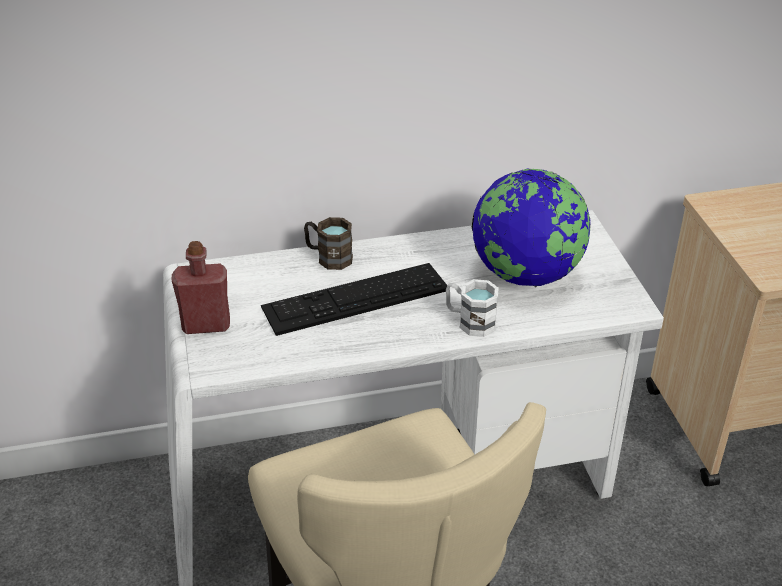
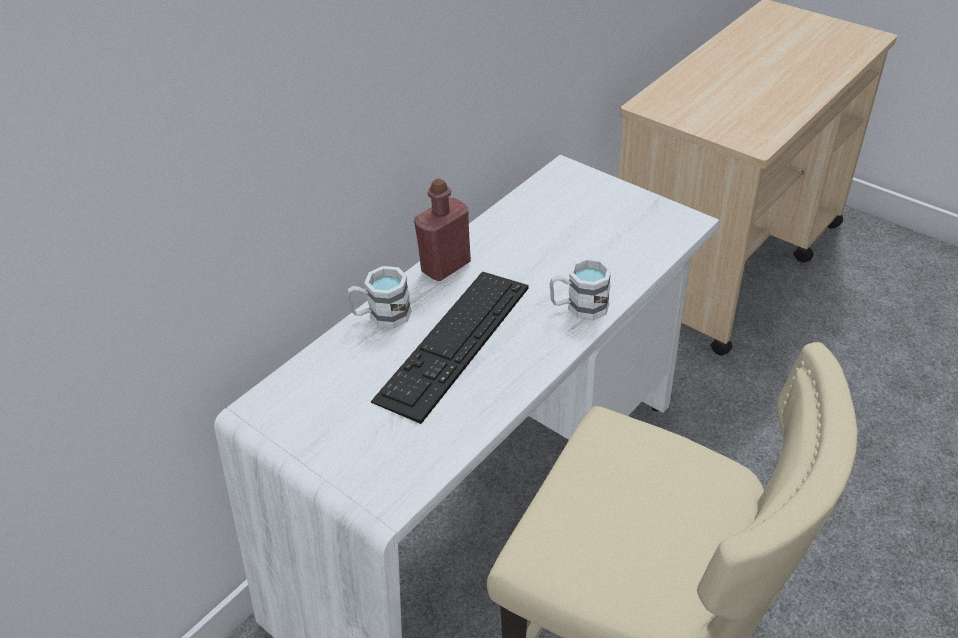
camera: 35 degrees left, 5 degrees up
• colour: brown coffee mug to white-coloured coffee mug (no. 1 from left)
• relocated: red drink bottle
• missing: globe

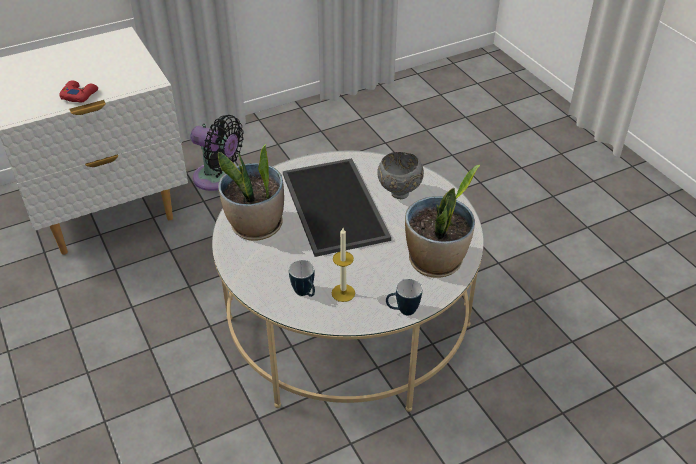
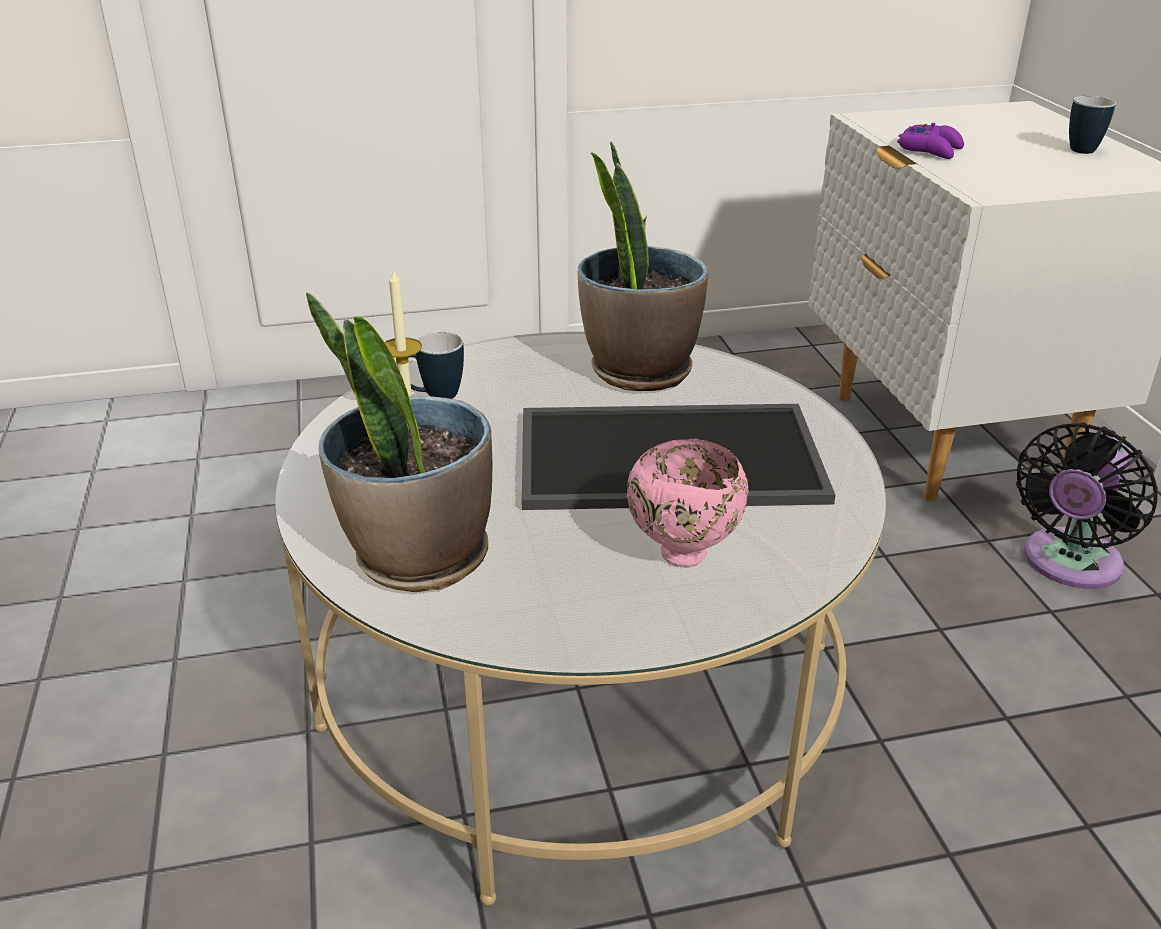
camera: 105 degrees right, 10 degrees down
• colour: gray bowl to pink-coloured bowl
• colour: red game controller to purplish game controller
• relocated: coffee mug (no. 2 from left)

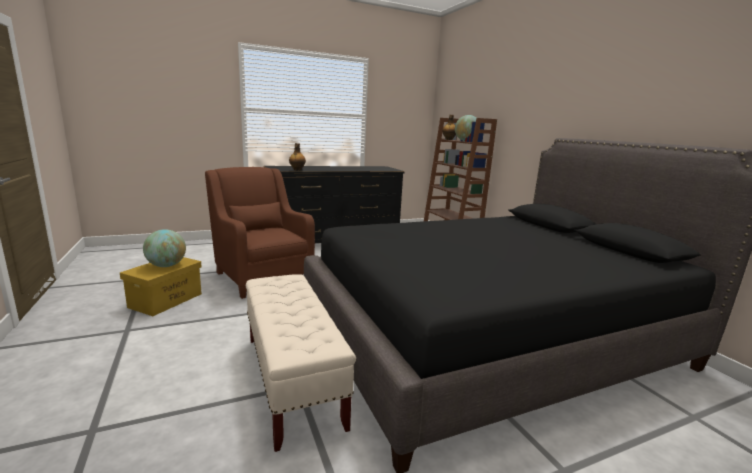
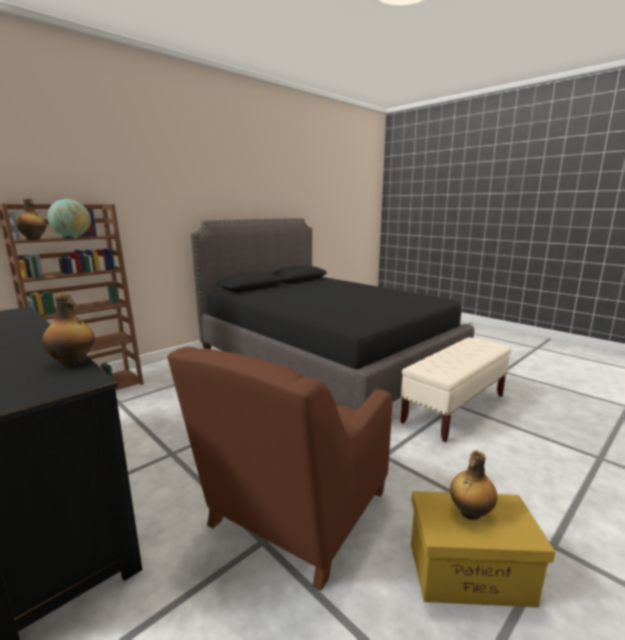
camera: 110 degrees left, 0 degrees up
• exchanged: globe (no. 1 from left) to drink bottle (no. 3 from left)

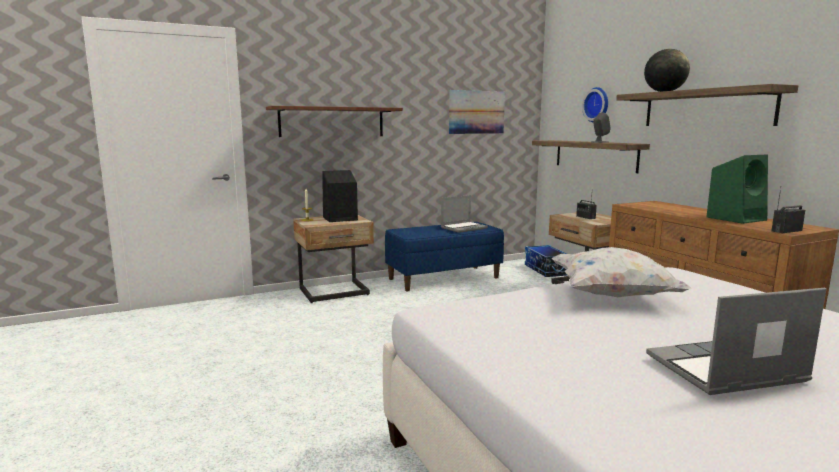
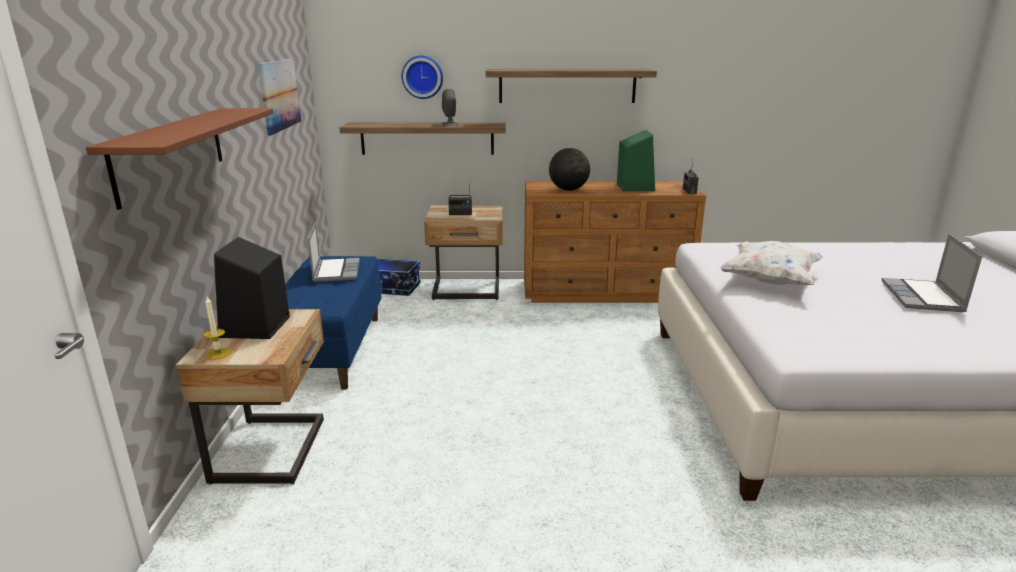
camera: 65 degrees left, 10 degrees up
• relocated: globe

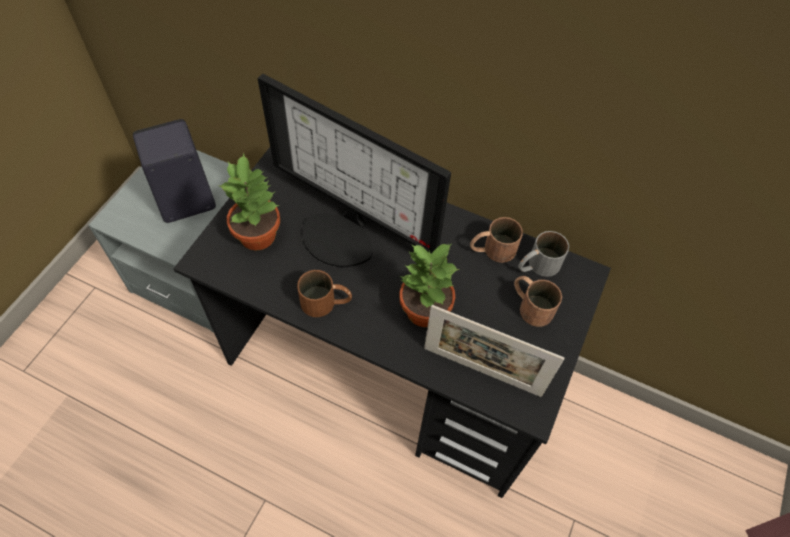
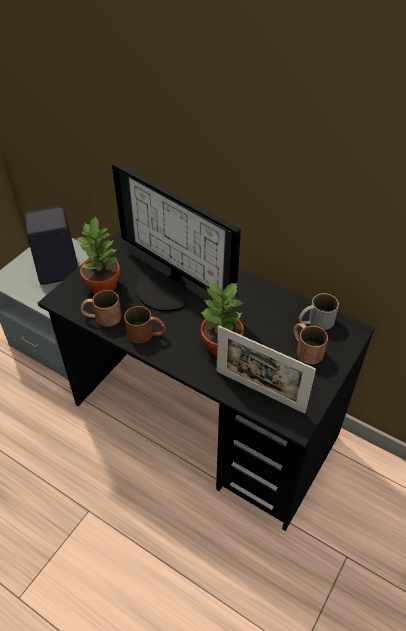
camera: 10 degrees right, 10 degrees down
• relocated: brown coffee mug (no. 2 from left in the first image) to brown coffee mug (no. 1 from left)

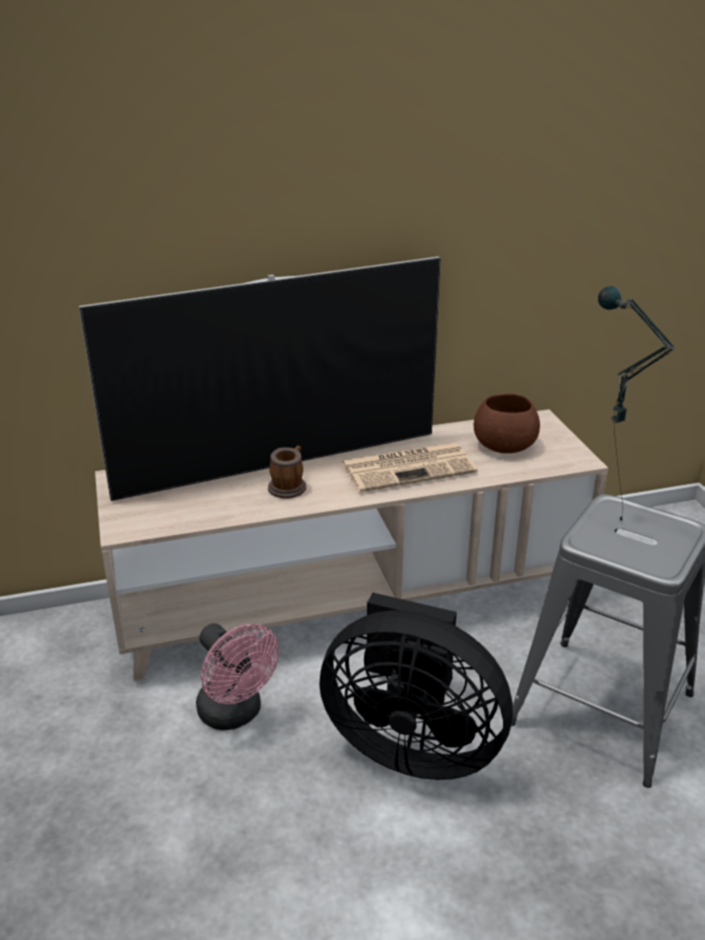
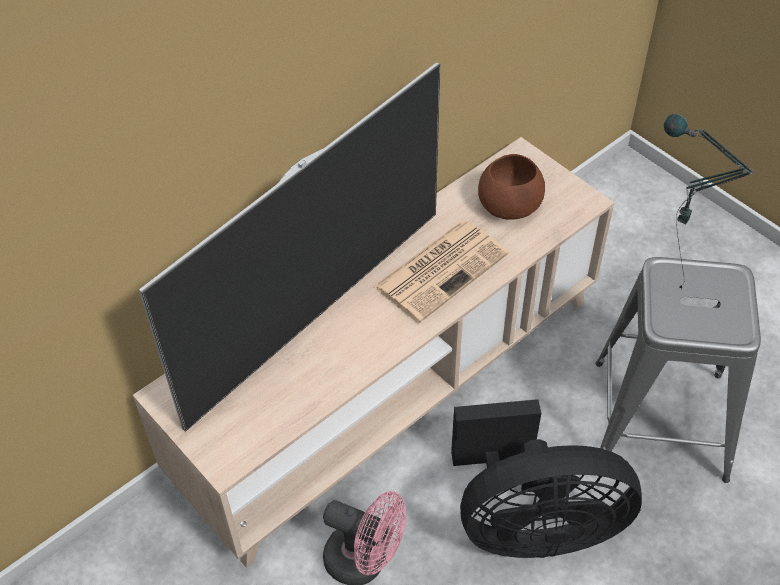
camera: 25 degrees left, 20 degrees up
• missing: coffee mug

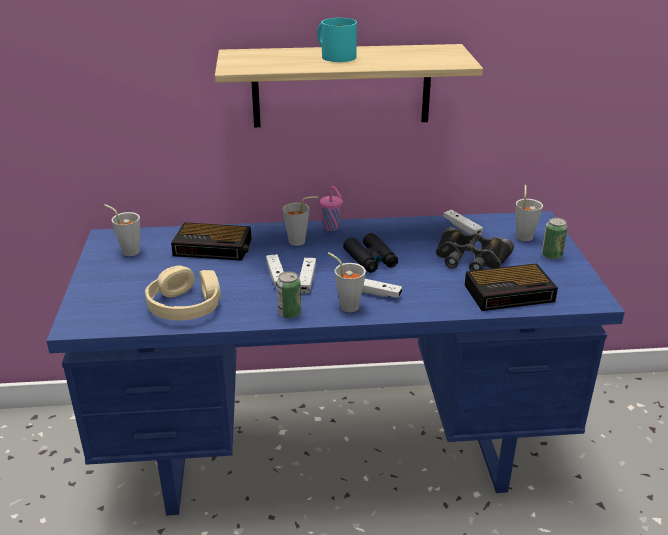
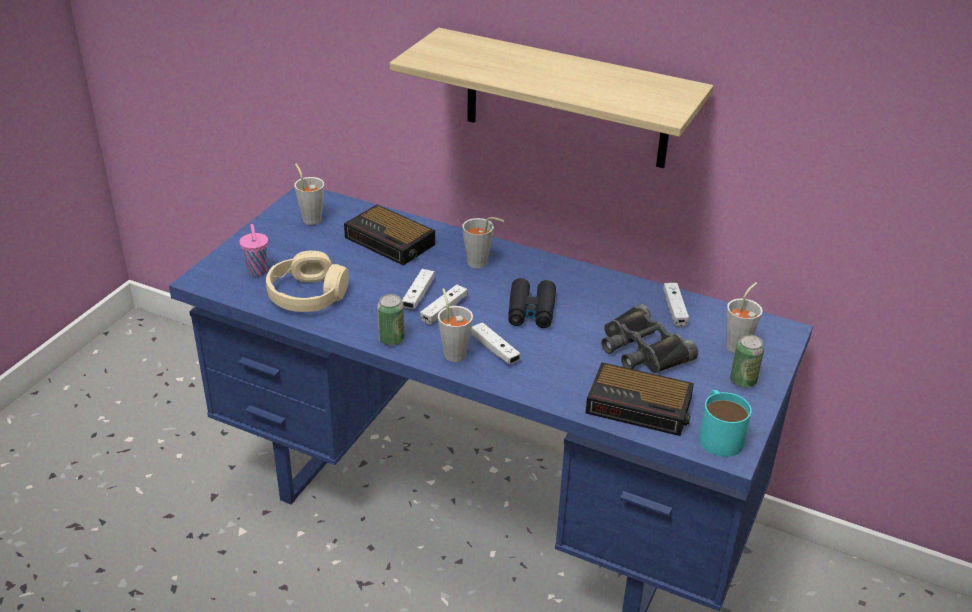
camera: 30 degrees right, 5 degrees up
• relocated: pink-coloured drinking cup
• relocated: turquoise coffee mug

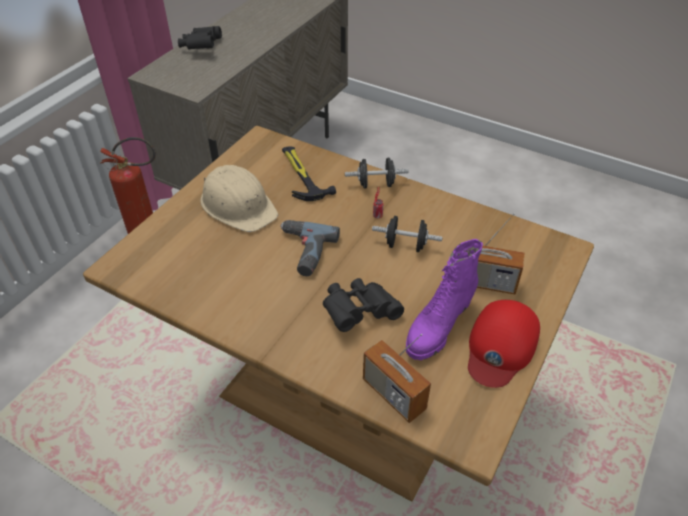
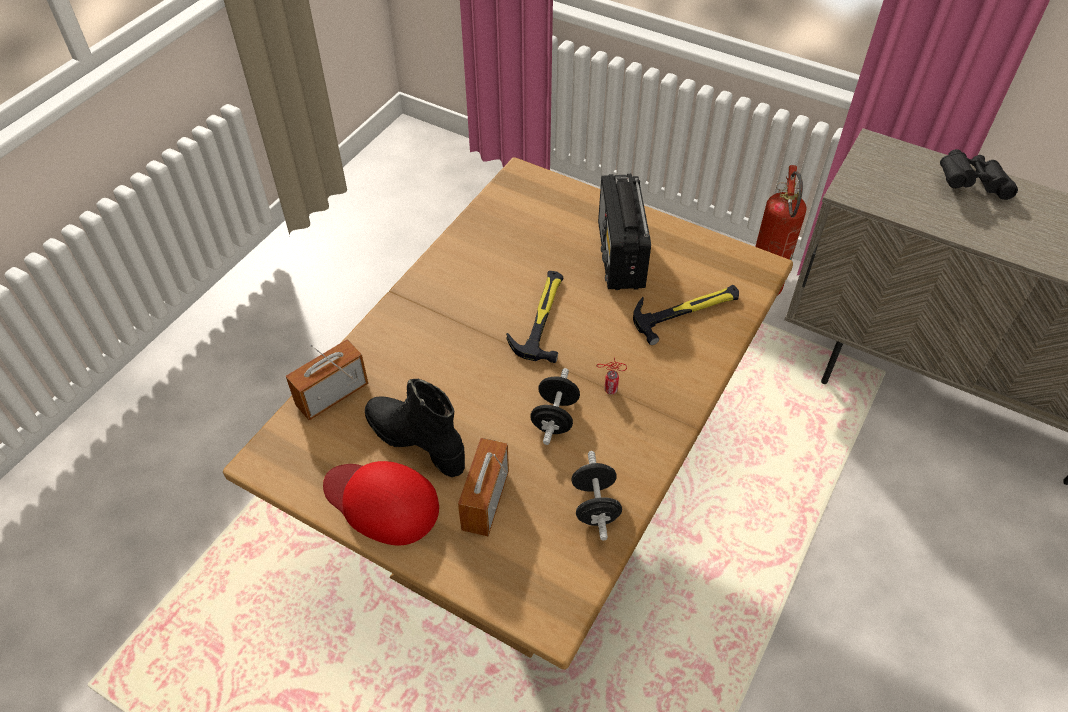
camera: 90 degrees right, 5 degrees up
• colour: purplish boot to black-coloured boot
• exchanged: electric drill to hammer (no. 1 from left)
• relocated: black-coloured dumbbell (no. 1 from left in the first image) to black-coloured dumbbell (no. 2 from left)
• exchanged: beige safety helmet to radio receiver (no. 3 from left)
• missing: black-coloured pair of binoculars (no. 2 from left)

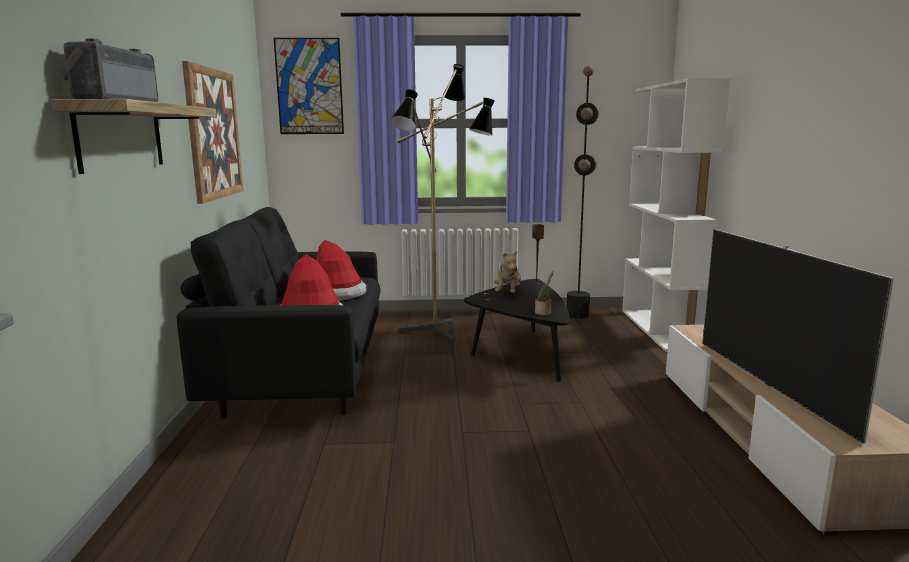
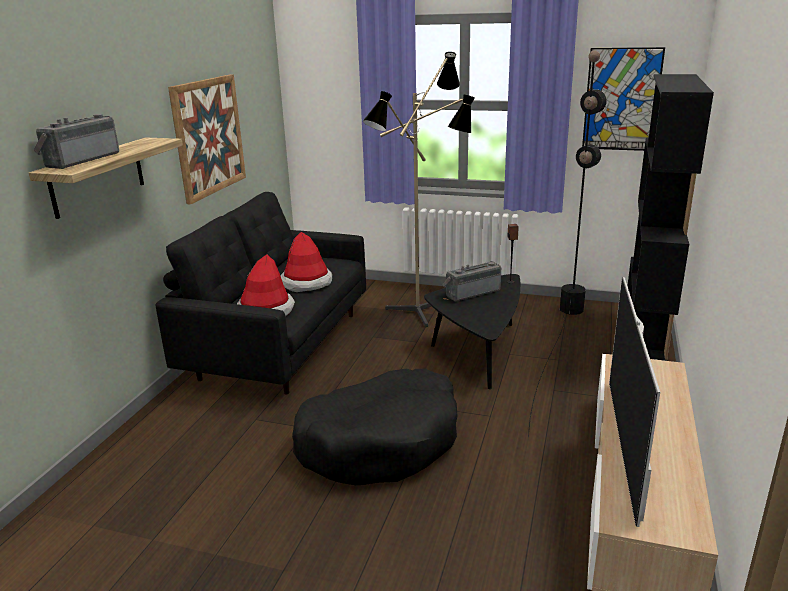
camera: 20 degrees right, 10 degrees up
• appeared: black-coloured dog cushion
• exchanged: soft toy to radio receiver (no. 2 from left)
• relocated: wall art (no. 2 from left)
• colour: white-coloured shelving unit to black-coloured shelving unit
• missing: houseplant

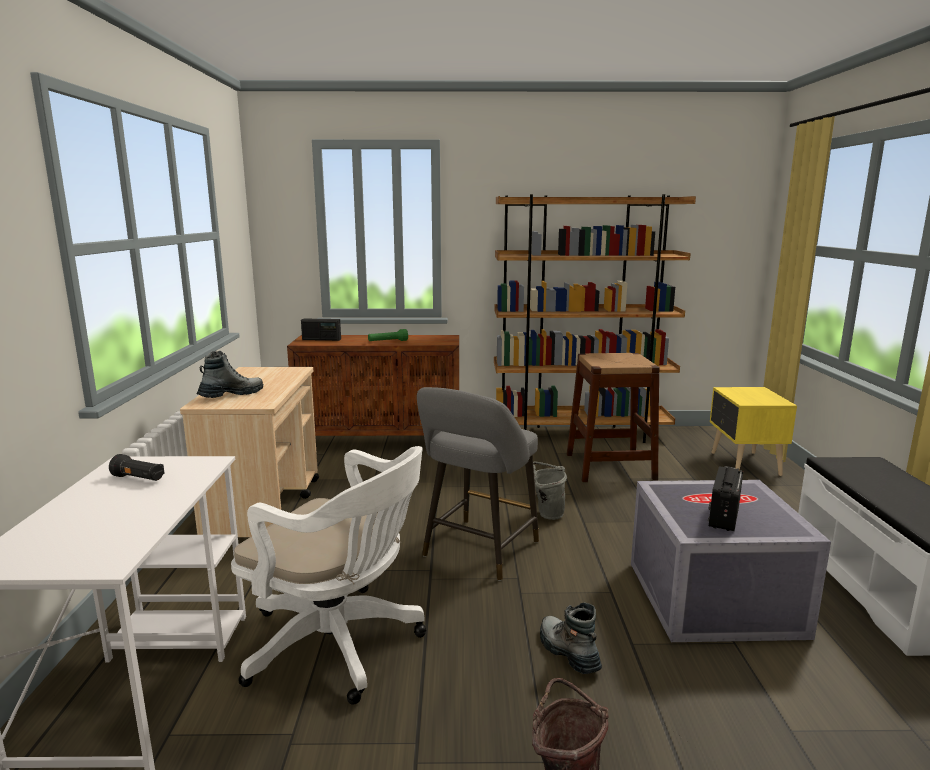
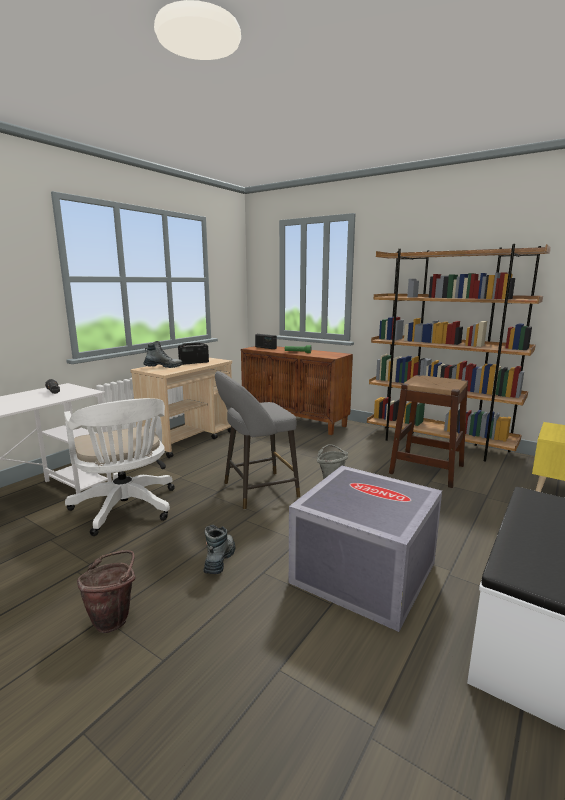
camera: 35 degrees right, 0 degrees up
• relocated: radio receiver (no. 2 from left in the first image) to radio receiver (no. 1 from left)

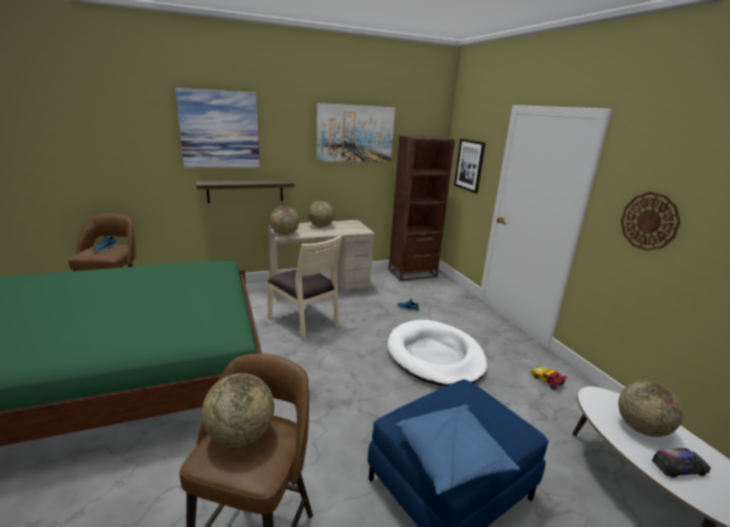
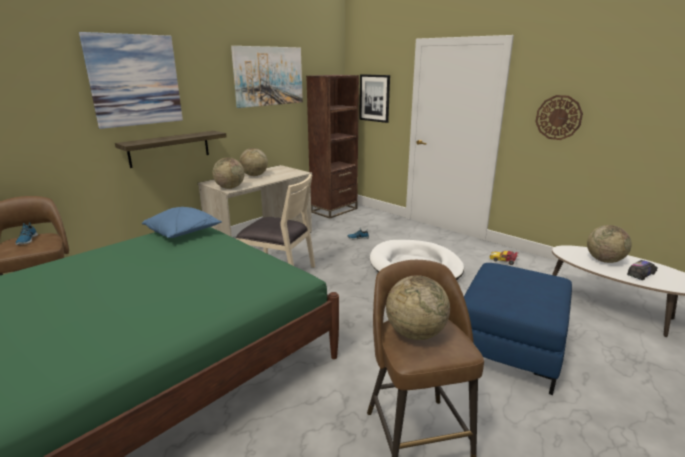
camera: 25 degrees left, 0 degrees up
• relocated: blue-coloured throw pillow

